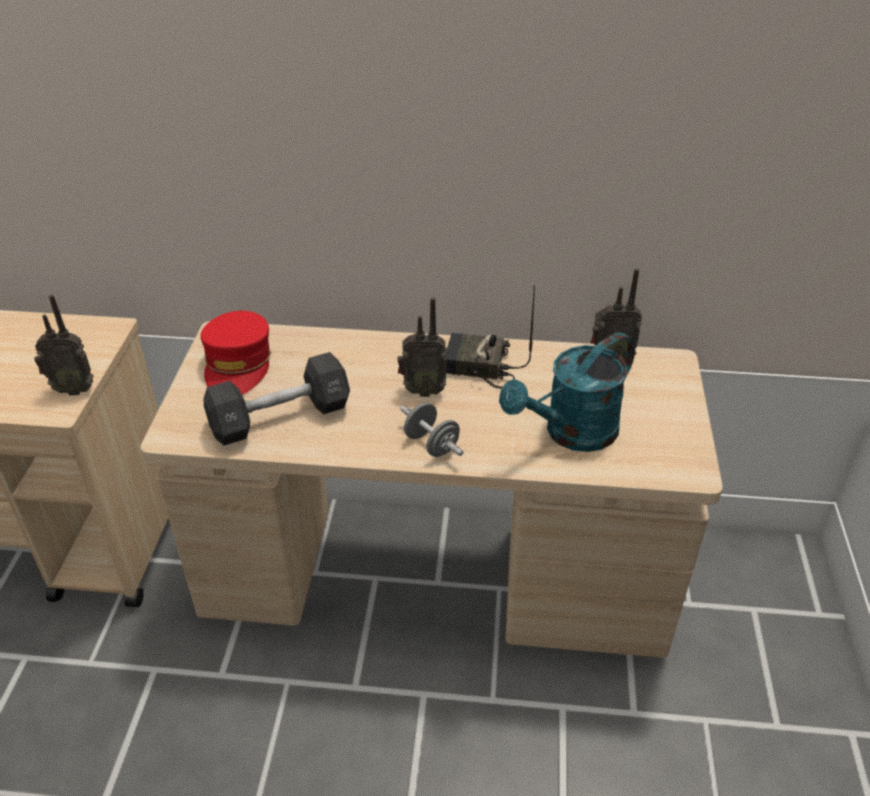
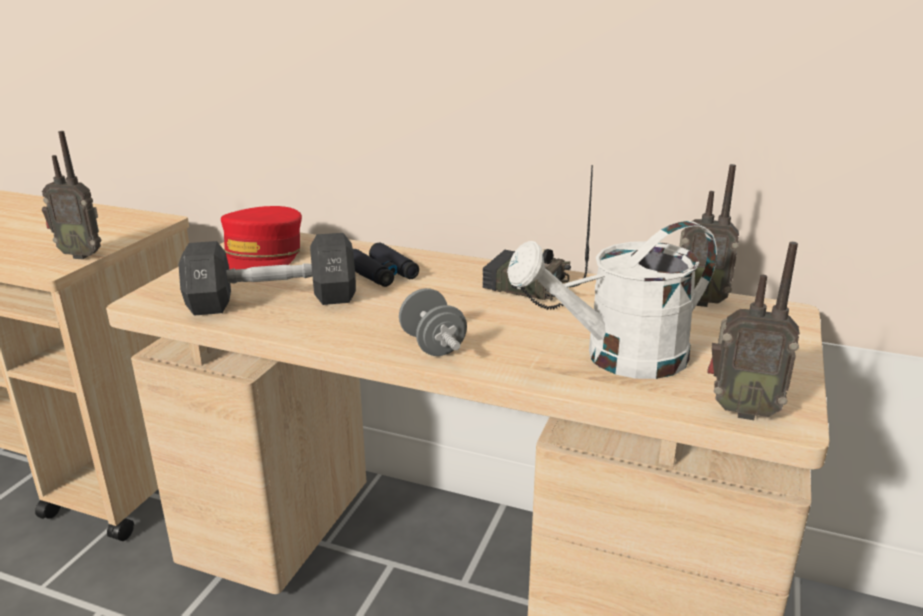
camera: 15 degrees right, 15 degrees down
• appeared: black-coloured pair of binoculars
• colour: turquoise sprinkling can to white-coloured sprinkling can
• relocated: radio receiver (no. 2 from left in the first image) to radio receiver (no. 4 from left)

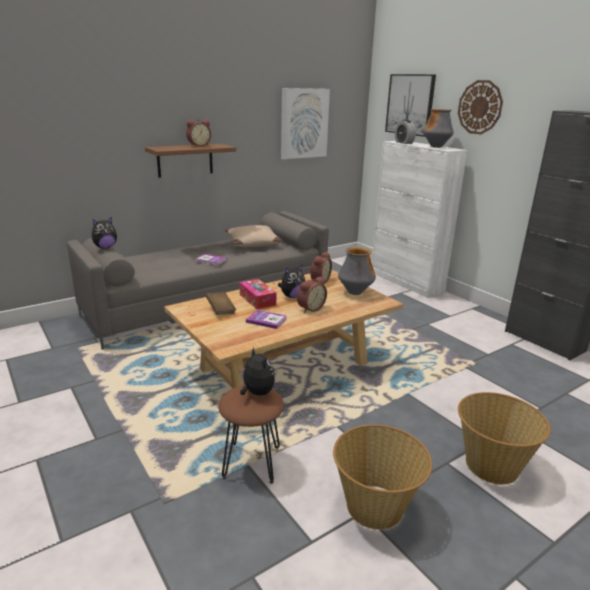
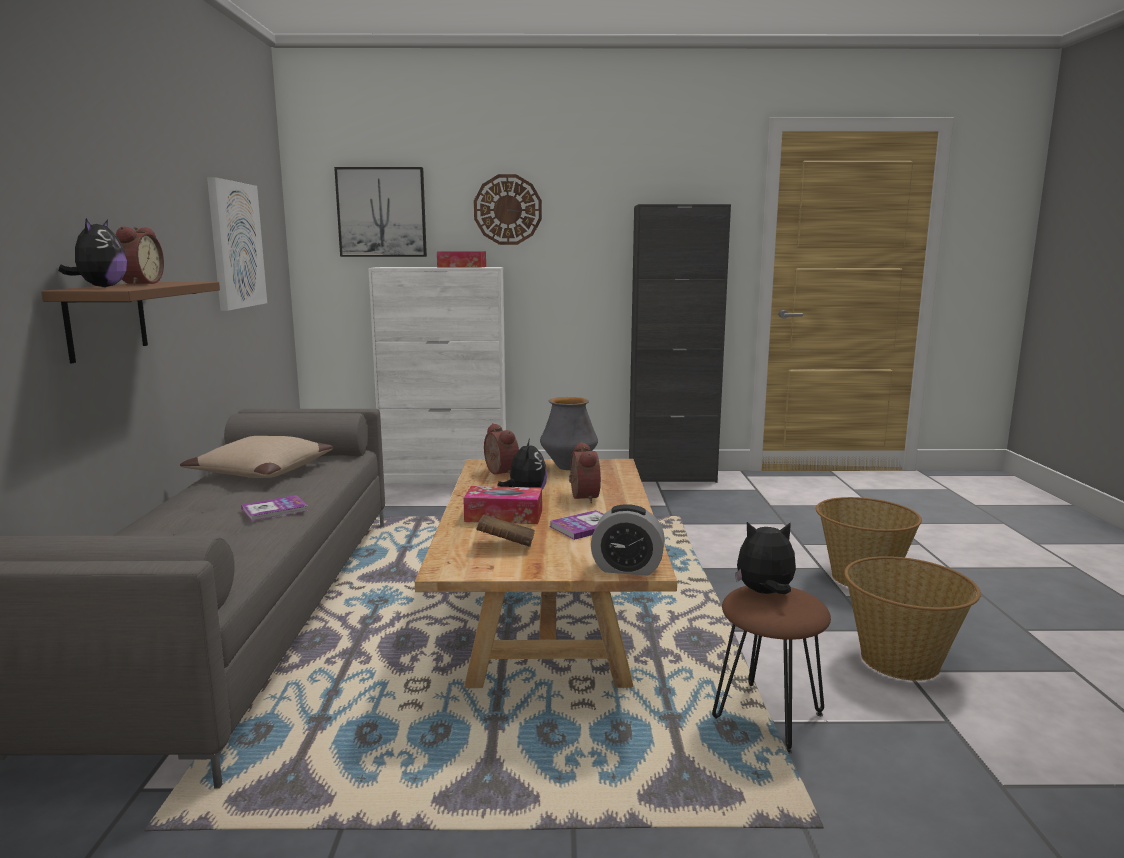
camera: 55 degrees left, 10 degrees down
• relocated: soft toy (no. 1 from left)
• exchanged: flower vase (no. 2 from left) to tissue holder (no. 1 from left)
• relocated: table clock (no. 4 from left)

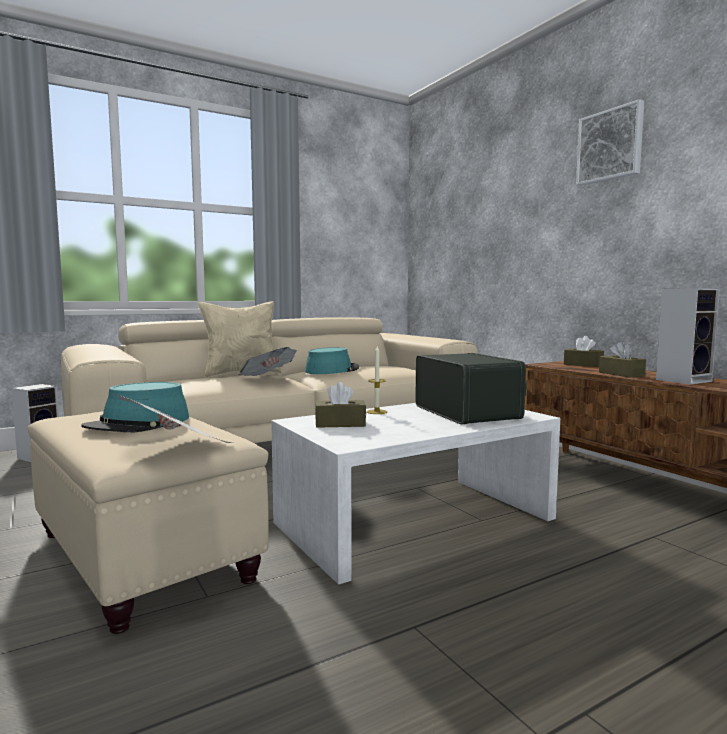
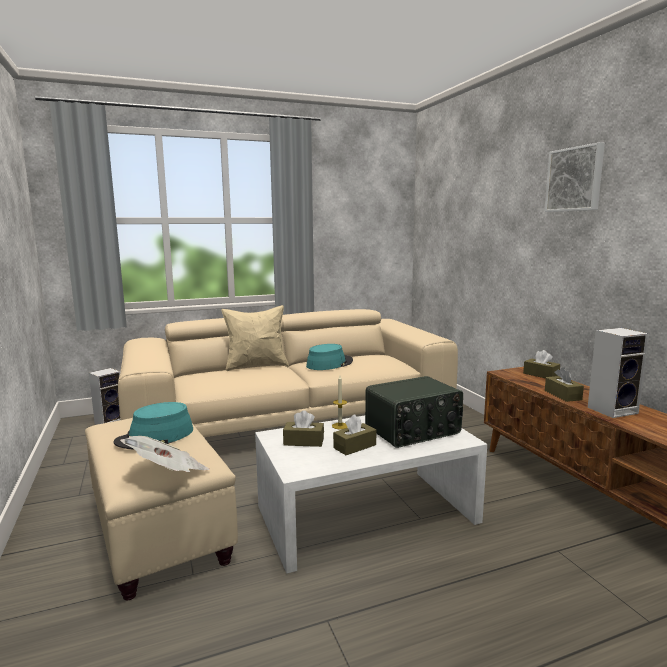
camera: 10 degrees right, 5 degrees up
• appeared: brown tissue holder (no. 2 from left)
• spun: radio receiver 75 degrees clockwise
• missing: daily paper (no. 2 from left)

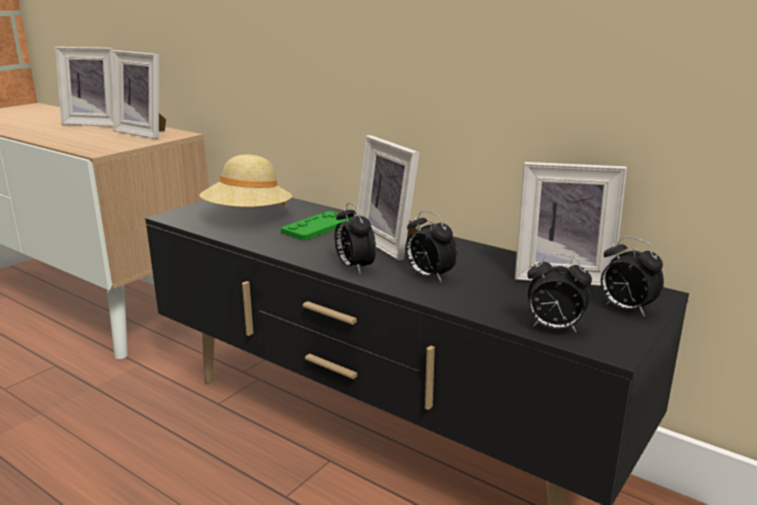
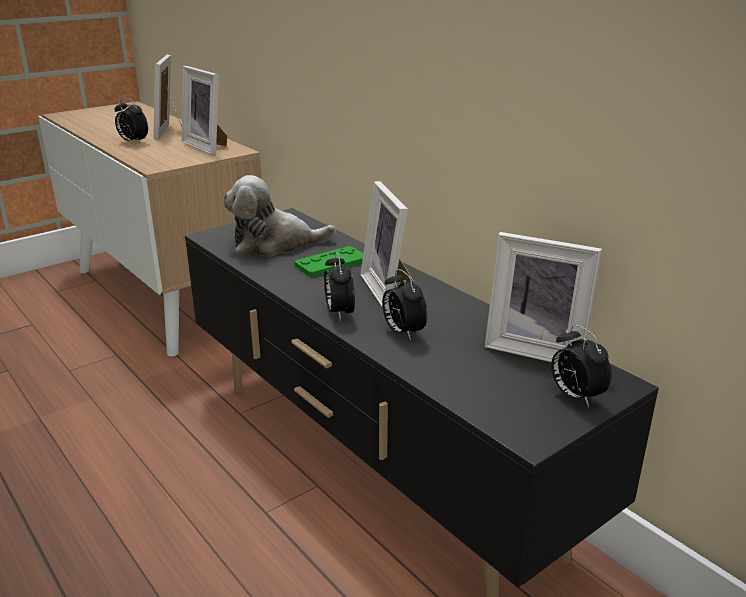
camera: 15 degrees right, 5 degrees up
• relocated: table clock (no. 3 from left in the first image) to table clock (no. 1 from left)
• spun: picture frame (no. 1 from left) 60 degrees clockwise
• exchanged: beige clothing hat to soft toy

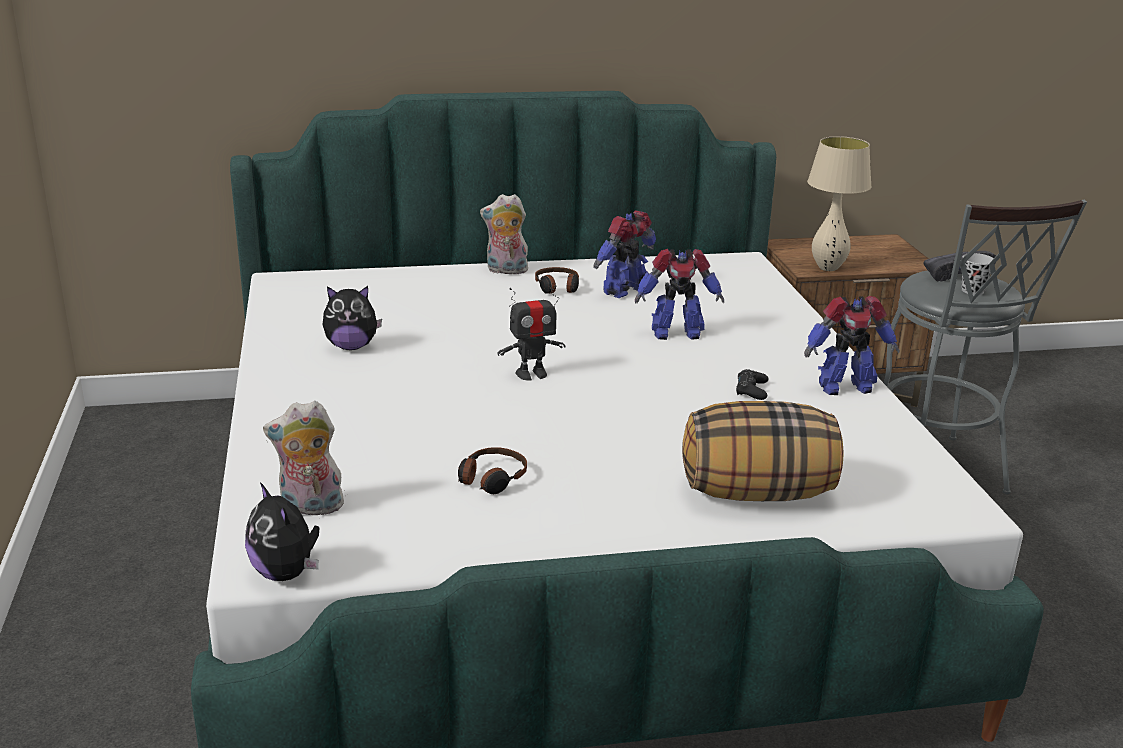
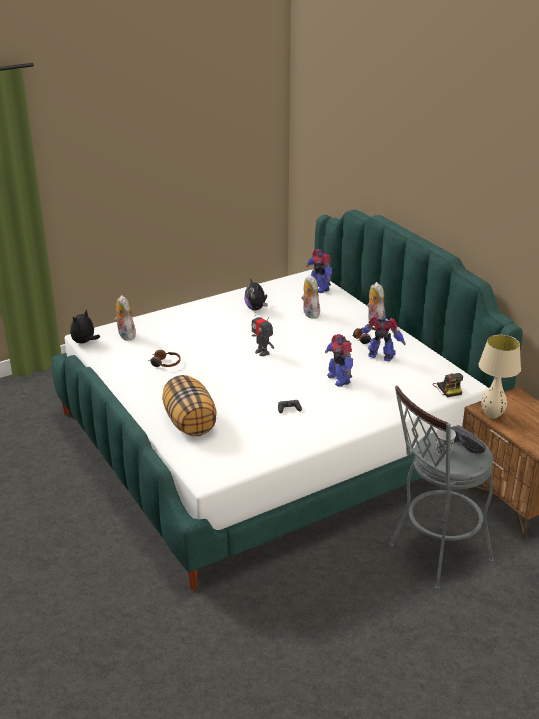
camera: 70 degrees right, 5 degrees up
• appeared: soft toy (no. 4 from left)
• relocated: toy robot (no. 4 from left in the first image) to toy robot (no. 2 from left)
• appeared: photo camera

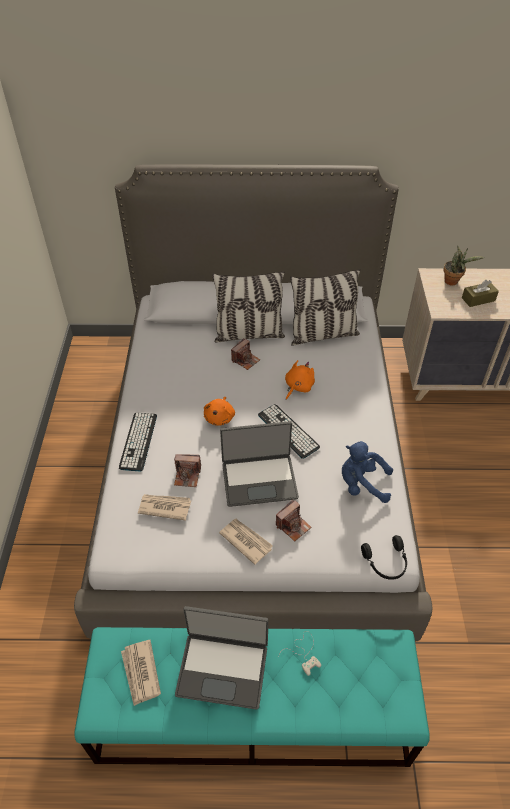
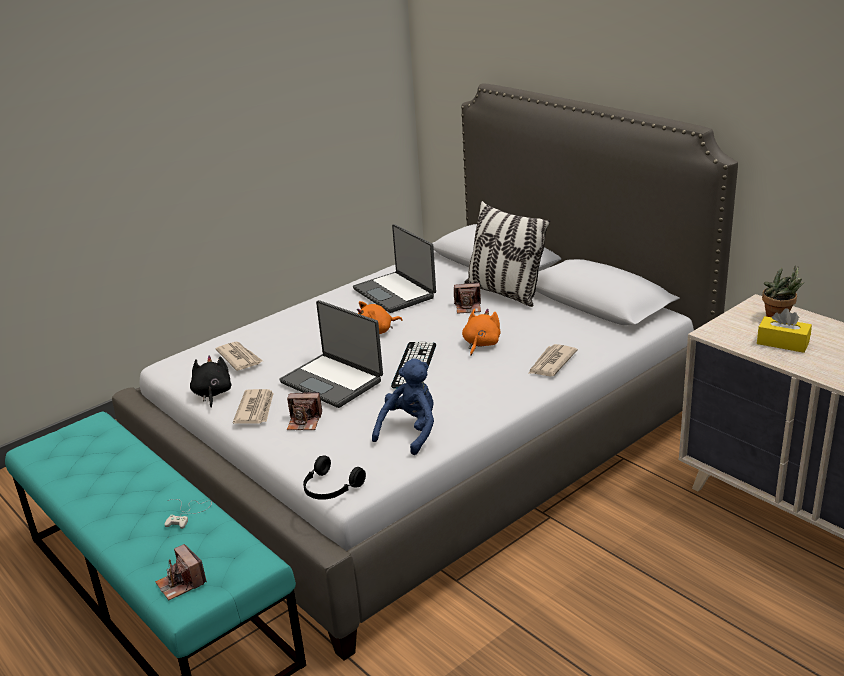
camera: 50 degrees right, 20 degrees down
• relocated: photo camera (no. 1 from left)
• appeared: black-coloured soft toy
• relocated: portable computer (no. 1 from left in the first image) to portable computer (no. 2 from left)
• spun: blue-coloured soft toy 60 degrees clockwise
• spun: orangey soft toy (no. 2 from left) 60 degrees counterclockwise
• relocated: daily paper (no. 1 from left in the first image) to daily paper (no. 3 from left)
• colour: brown tissue holder to yellowish tissue holder
• missing: PC keyboard (no. 1 from left)
• missing: throw pillow (no. 2 from left)

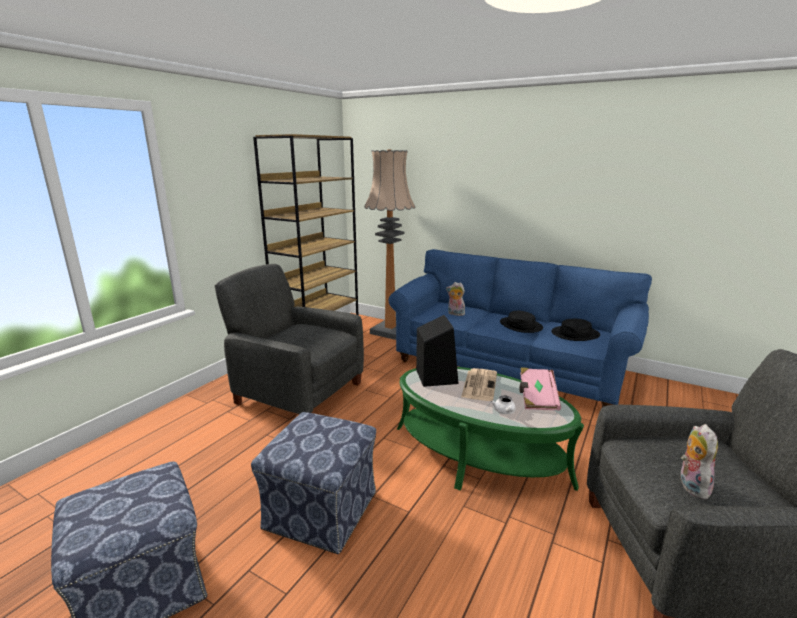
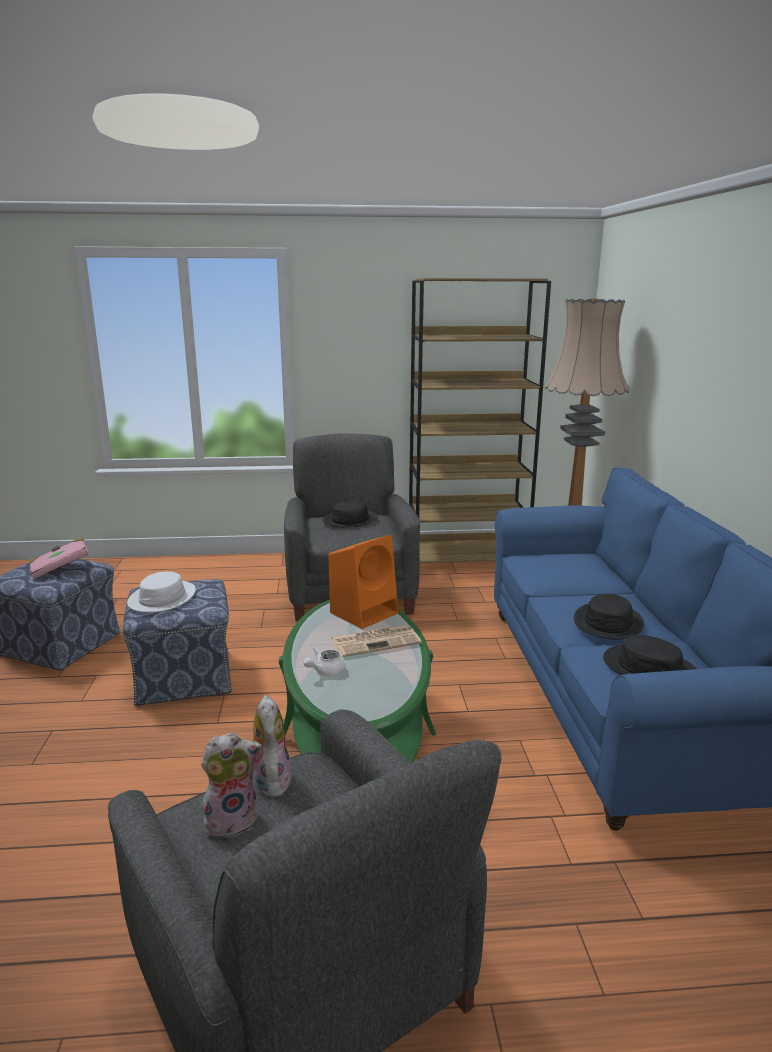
camera: 55 degrees right, 0 degrees up
• relocated: pink-coloured volume
• appeared: white-coloured clothing hat
• relocated: soft toy (no. 1 from left in the first image) to soft toy (no. 2 from left)
• appeared: black-coloured clothing hat (no. 1 from left)
• colour: black-coloured speaker to orangey speaker

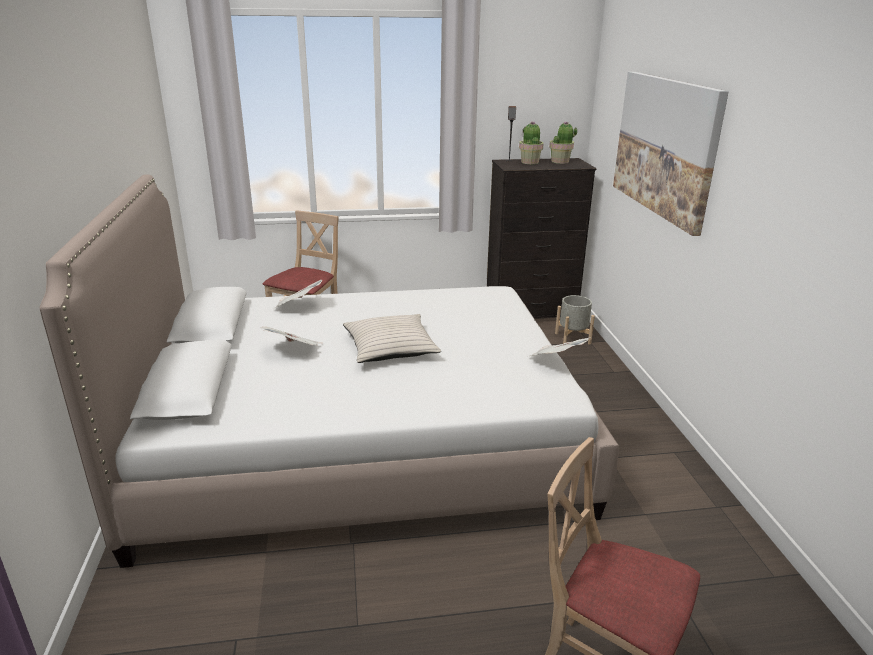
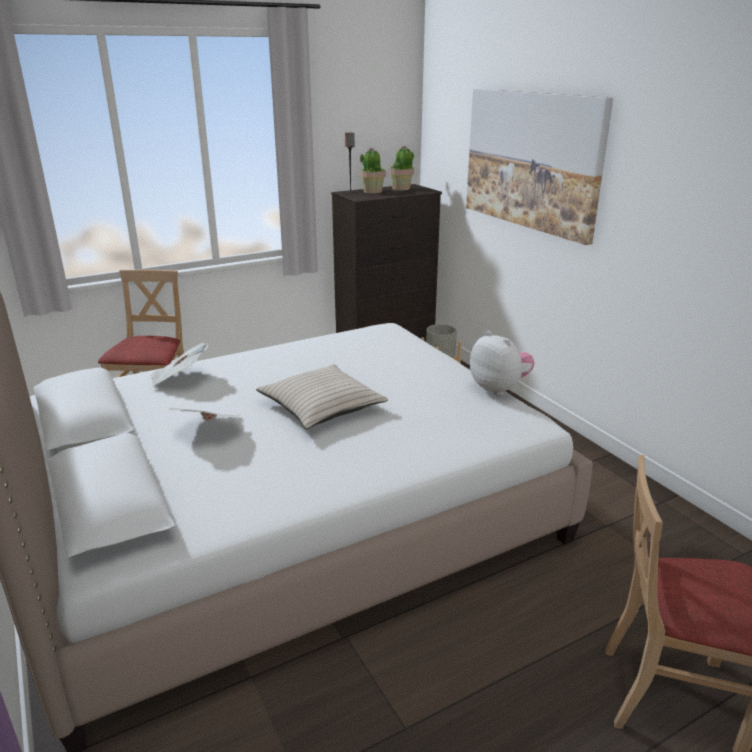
camera: 20 degrees left, 0 degrees up
• exchanged: daily paper (no. 3 from left) to soft toy

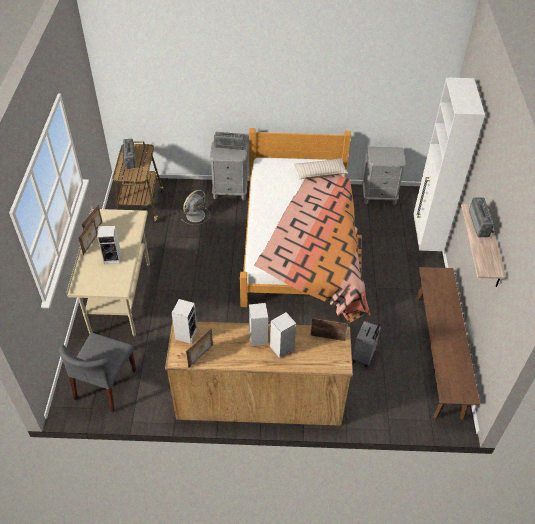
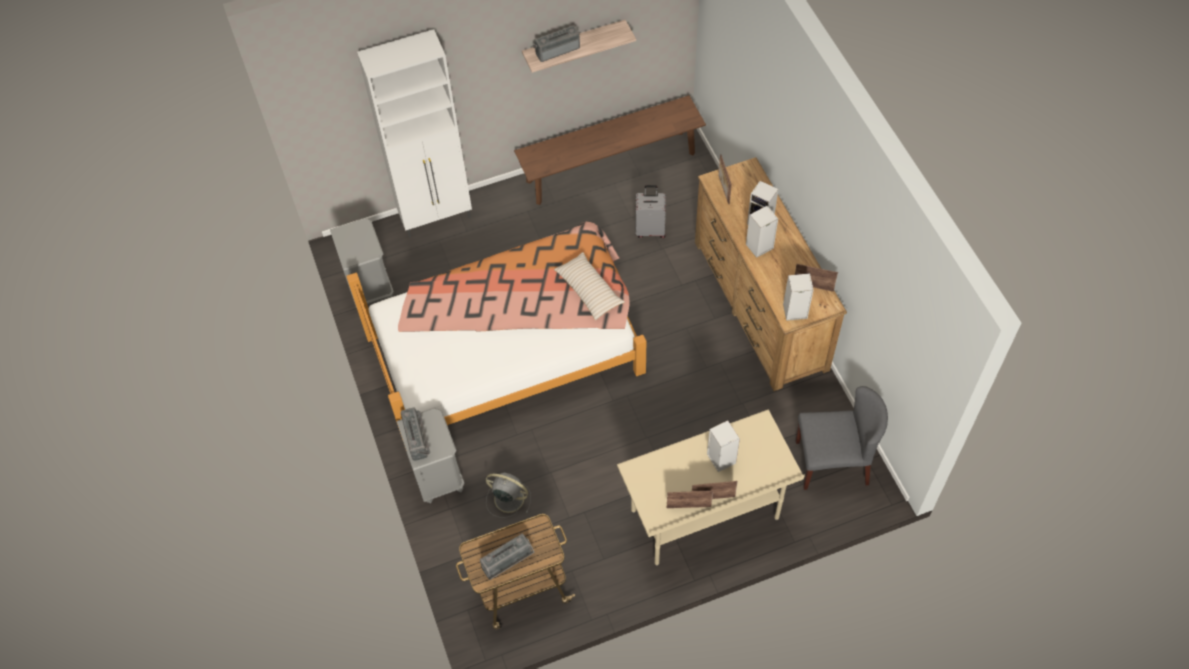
camera: 110 degrees left, 10 degrees up
• relocated: beige throw pillow

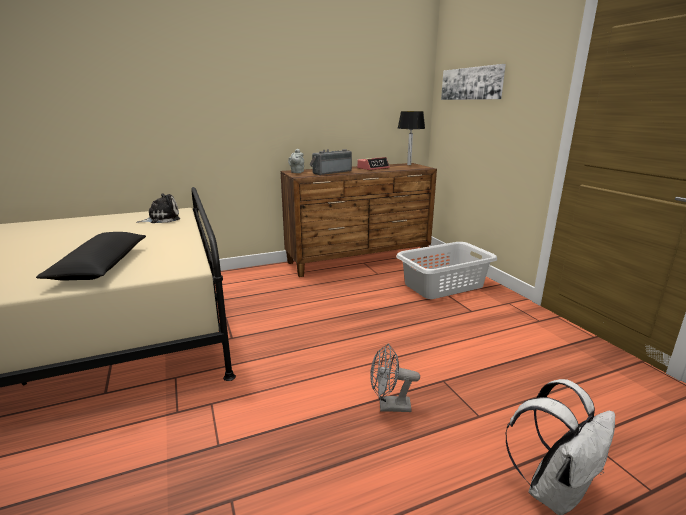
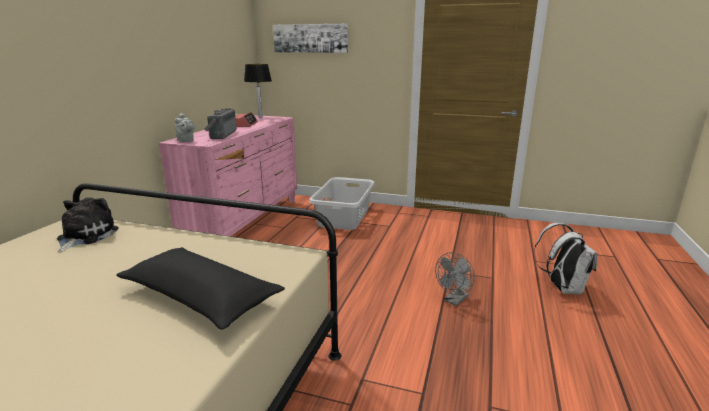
camera: 50 degrees left, 0 degrees up
• colour: brown chest of drawers to pink-coloured chest of drawers

